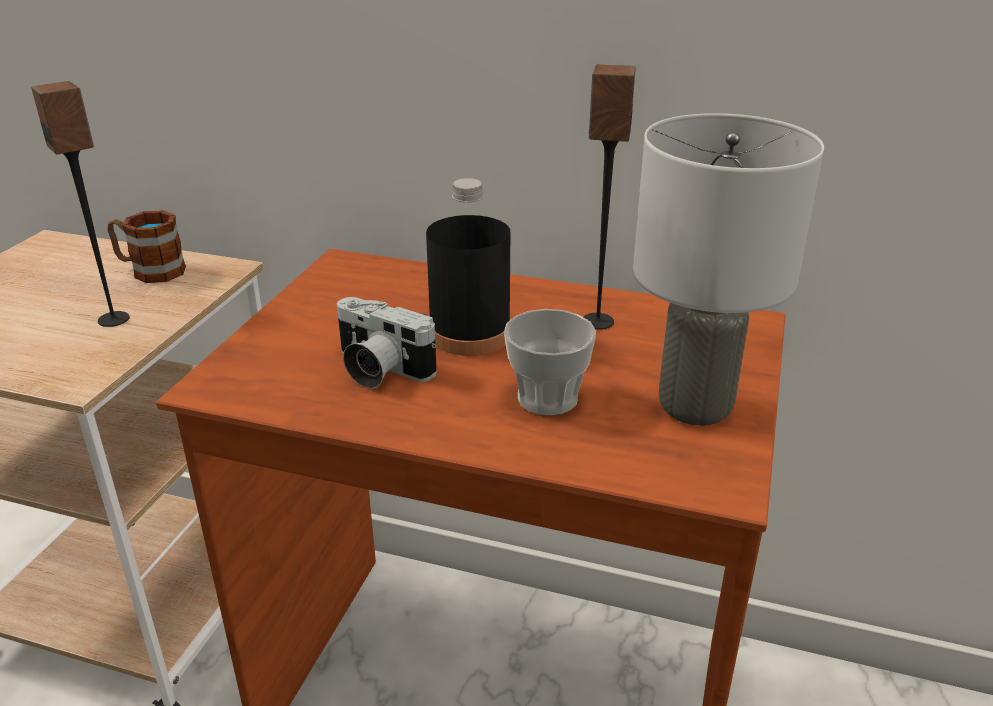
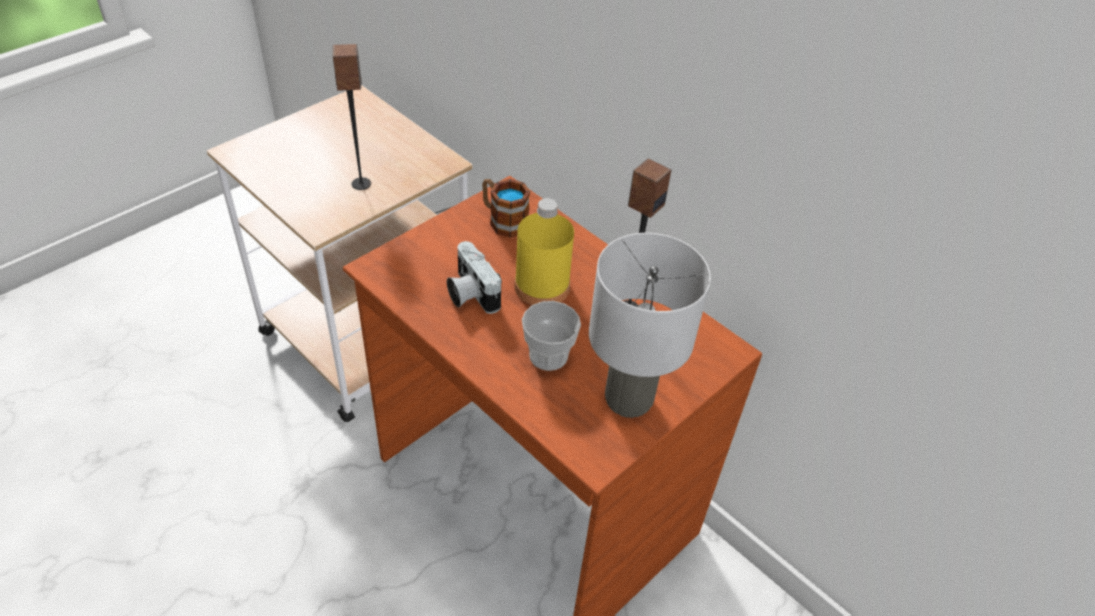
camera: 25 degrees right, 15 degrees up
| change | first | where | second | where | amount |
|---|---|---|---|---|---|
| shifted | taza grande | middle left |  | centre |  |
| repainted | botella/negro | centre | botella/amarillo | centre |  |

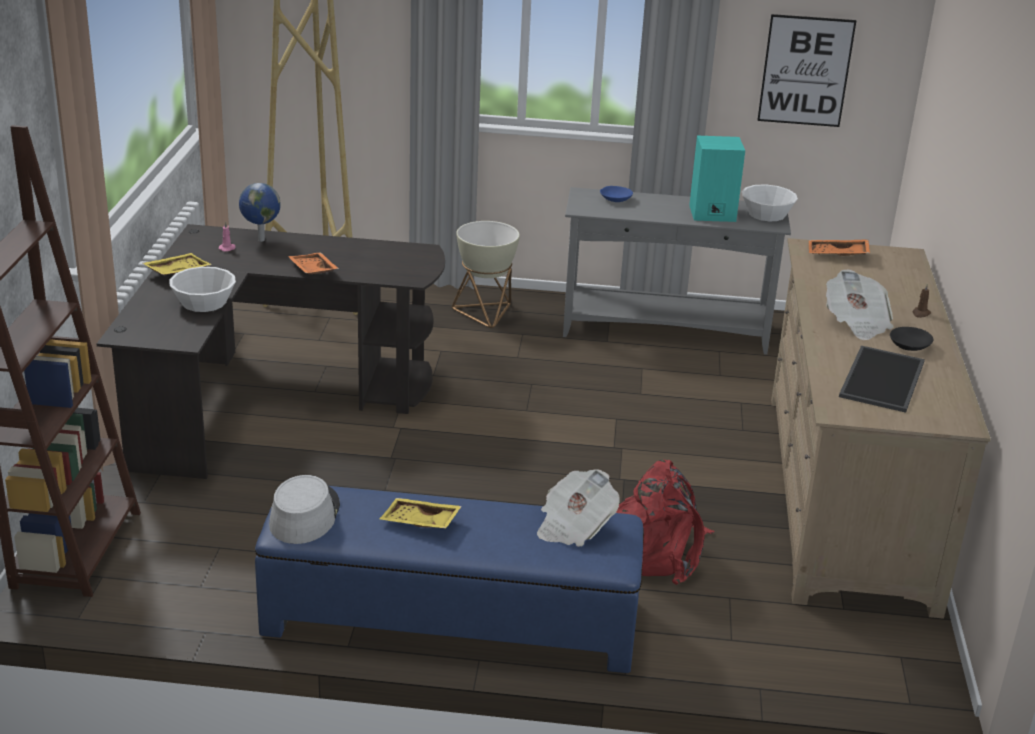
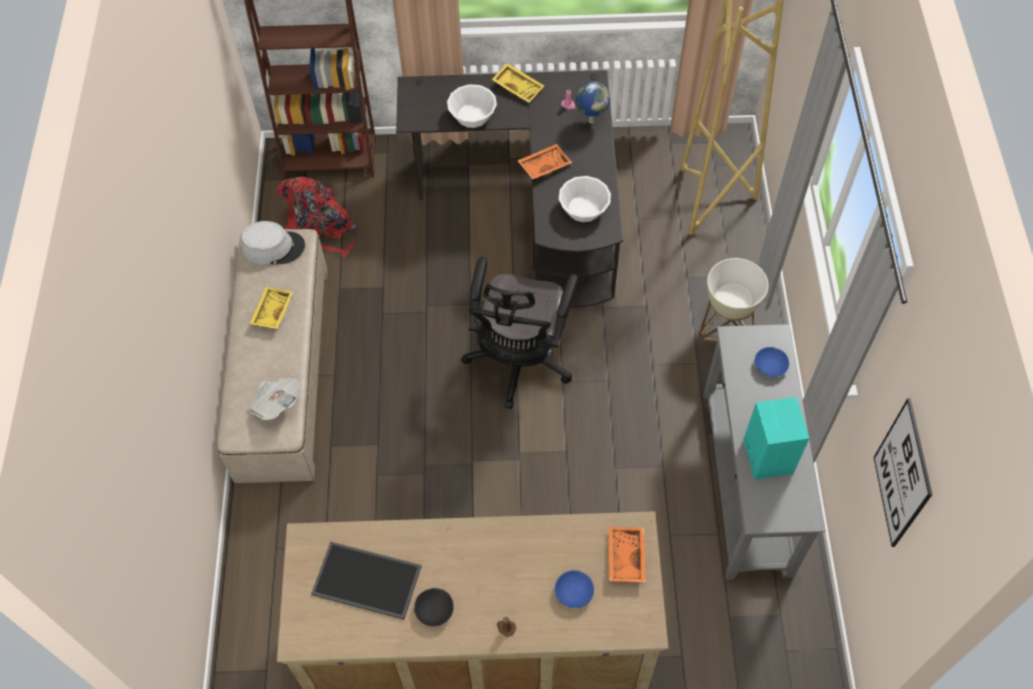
camera: 85 degrees right, 30 degrees up
| change | first | where | second | where | amount |
|---|---|---|---|---|---|
| repainted | banco/azul | bottom centre | banco/beis | middle left |  |
| shifted | mochila/rojo | bottom centre |  | top left |  |
| new |  |  | silla de oficina | centre |  |
| new |  |  | cuenco/azul (no. 1 from left) | bottom centre |  |
| shifted | cuenco/blanco (no. 2 from left) | top right |  | top centre |  |
| gone | periódico (no. 2 from left) | middle right |  |  |  |

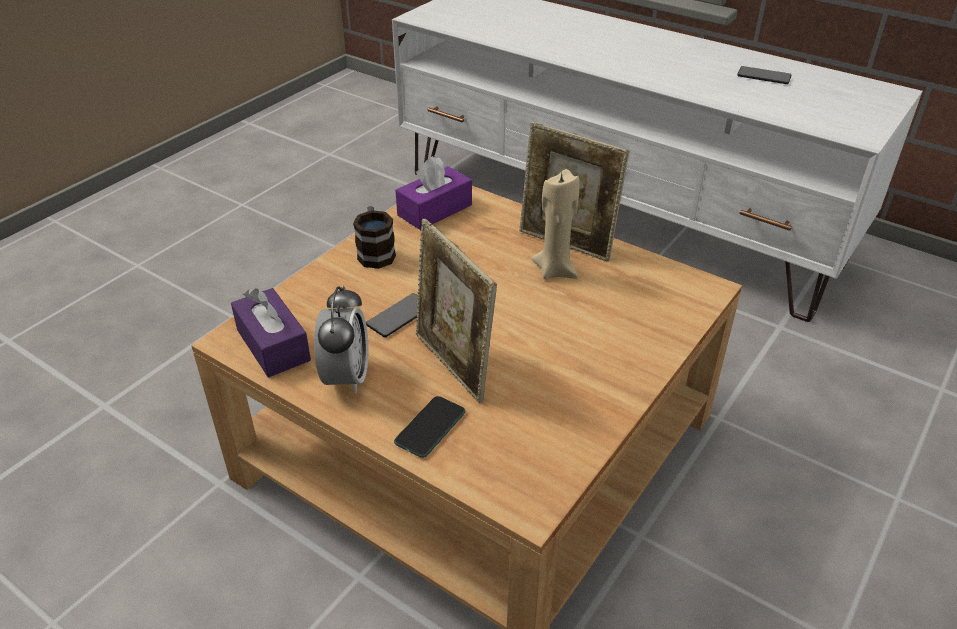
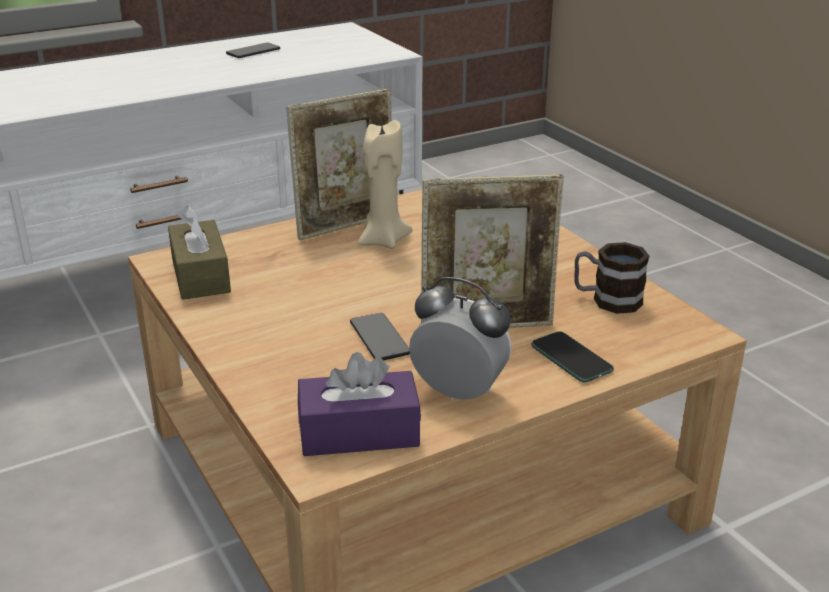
camera: 65 degrees left, 10 degrees down
| change | first | where | second | where | amount |
|---|---|---|---|---|---|
| repainted | caja de pañuelos/morado (no. 2 from left) | top centre | caja de pañuelos/marrón | middle left |  |
| shifted | taza grande | centre |  | middle right |  |

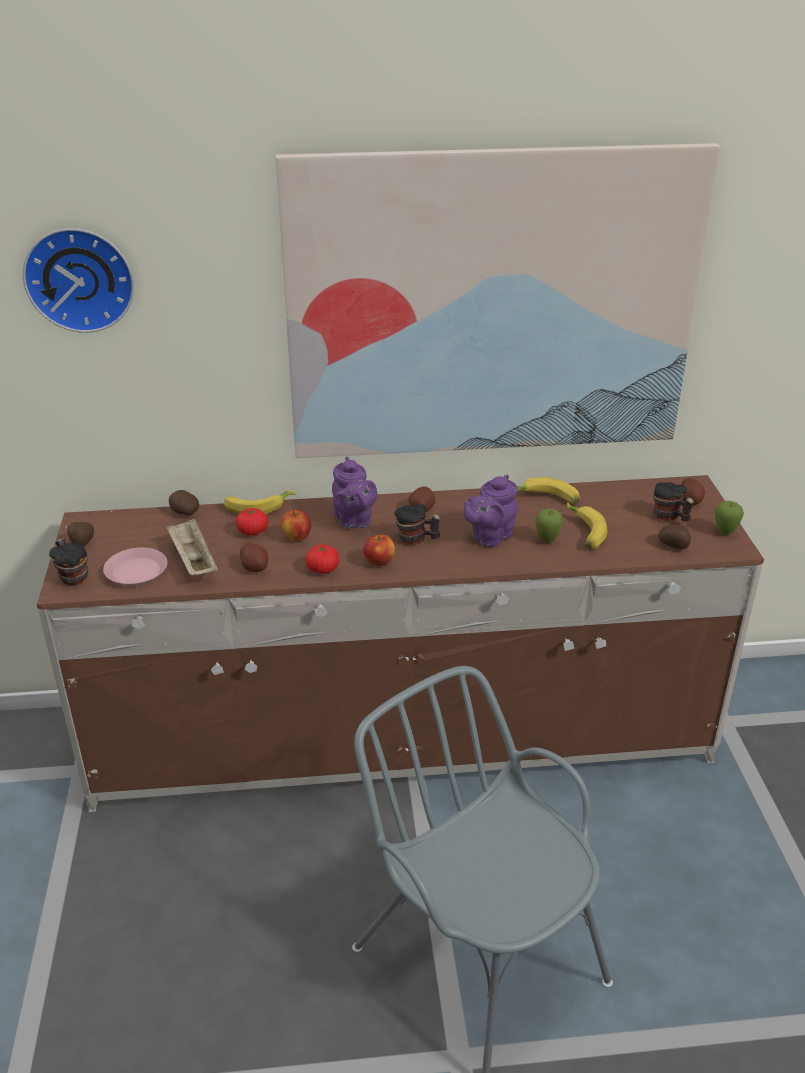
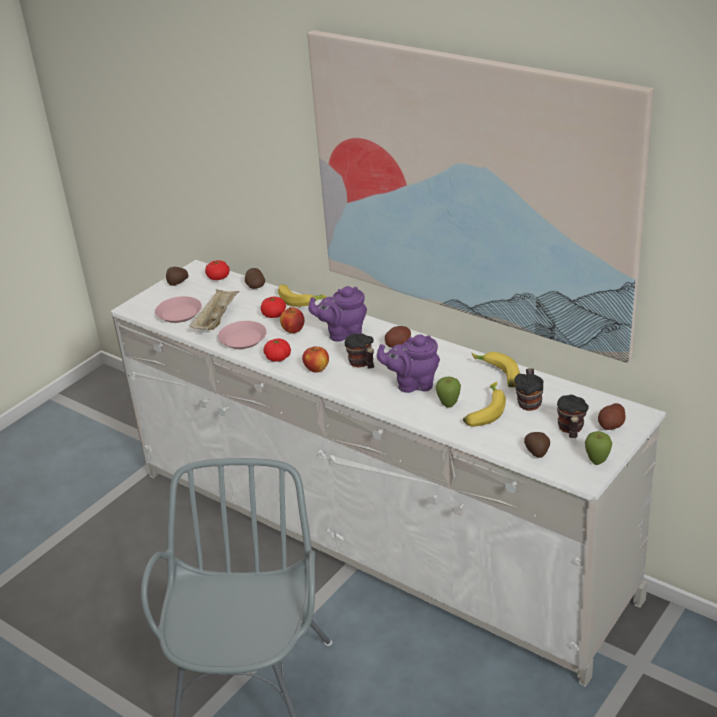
camera: 45 degrees right, 0 degrees up
| change | first | where | second | where | amount |
|---|---|---|---|---|---|
| repainted | armario/marrón | centre | armario/blanco | centre |  |
| new |  |  | tomate (no. 1 from left) | middle left |  |
| swapped | patata (no. 3 from left) | middle left | plato/rosa (no. 2 from left) | centre |  |
| rotated | tetera/morado (no. 1 from left) | centre |  | centre | 60 degrees clockwise |
| shifted | taza grande (no. 1 from left in the first image) | middle left | taza grande (no. 2 from left) | middle right |  |
| gone | reloj de pared | top left |  |  |  |

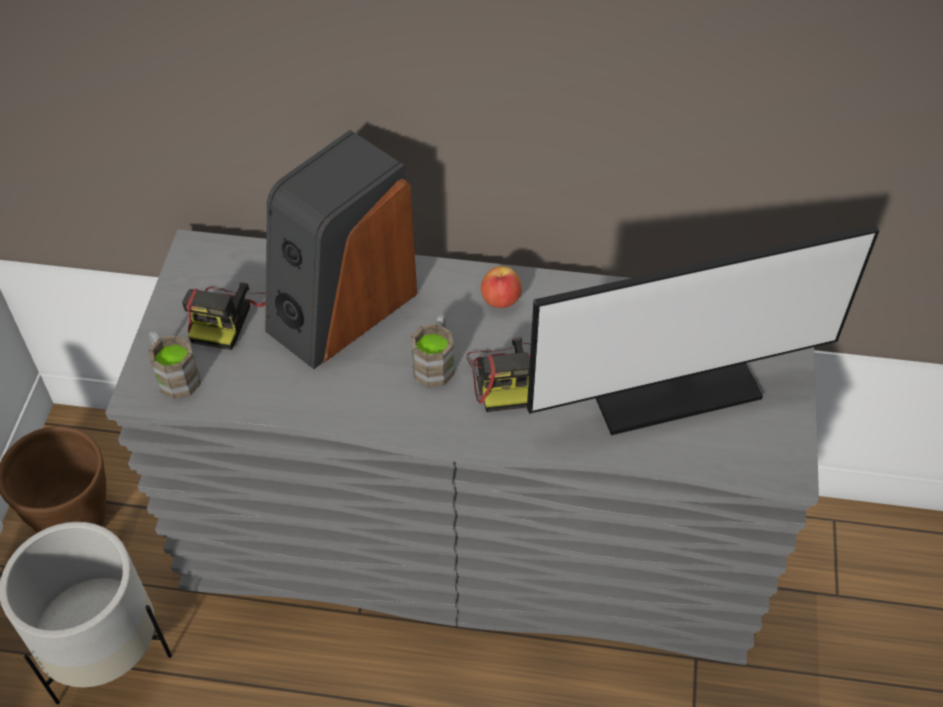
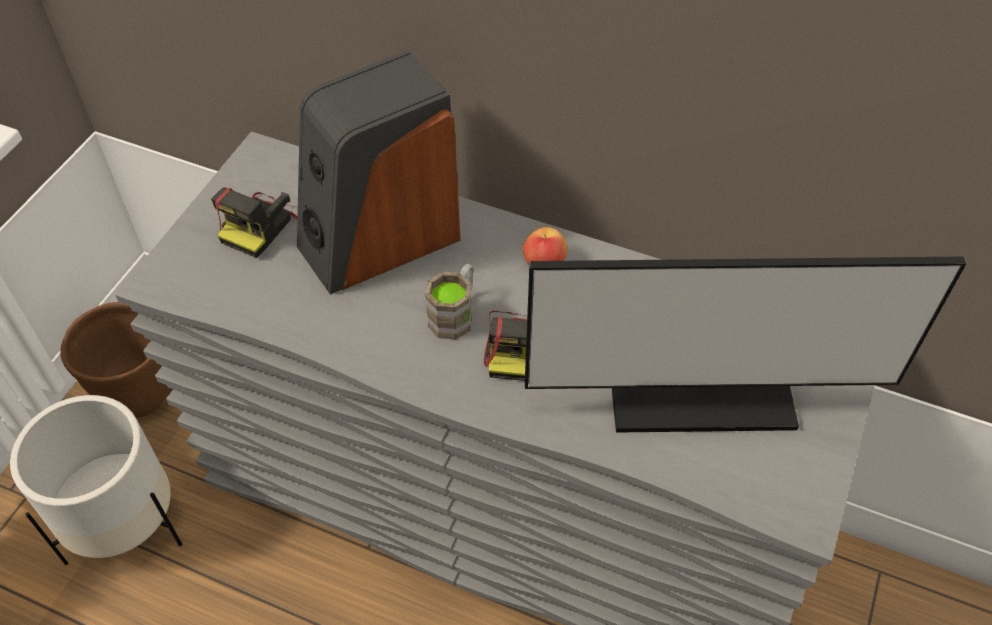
camera: 15 degrees right, 0 degrees up
| change | first | where | second | where | amount |
|---|---|---|---|---|---|
| gone | taza grande/marrón (no. 1 from left) | middle left |  |  |  |

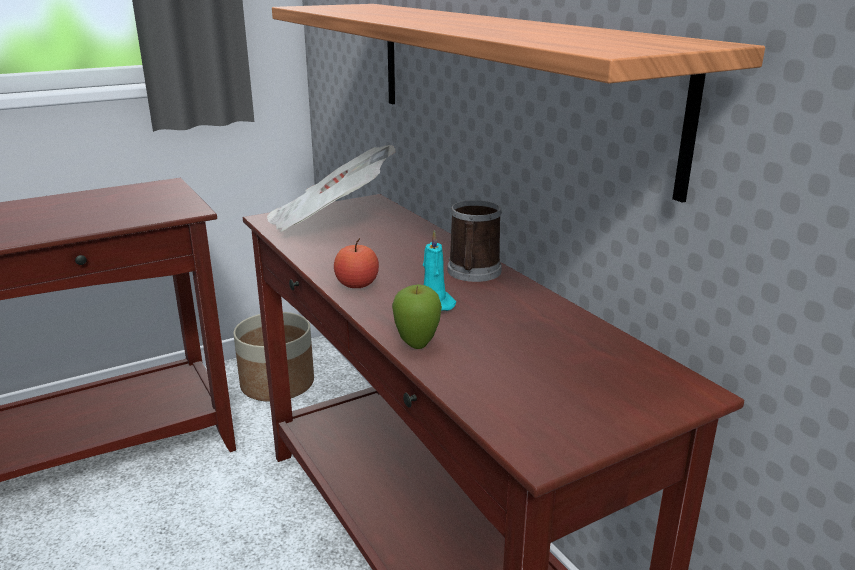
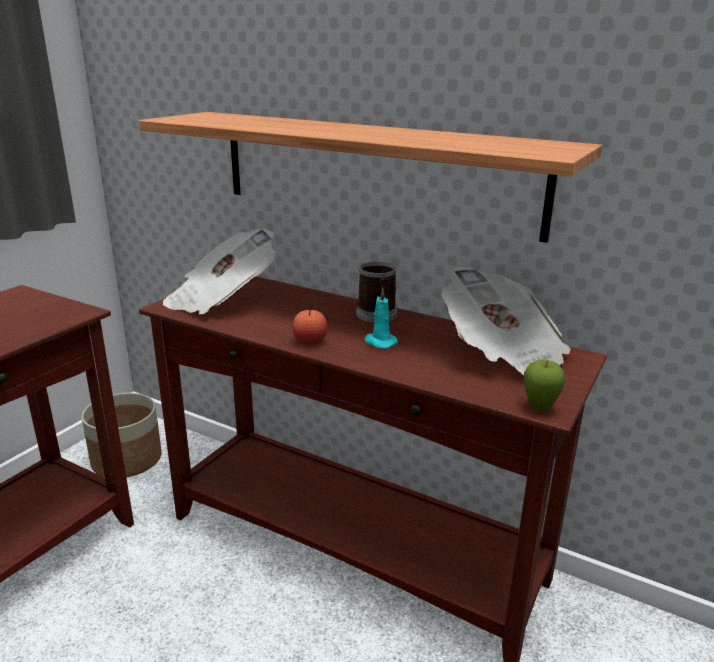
camera: 30 degrees left, 0 degrees up
| change | first | where | second | where | amount |
|---|---|---|---|---|---|
| new |  |  | periódico (no. 2 from left) | middle right |  |
| shifted | manzana (no. 2 from left) | centre |  | middle right |  |

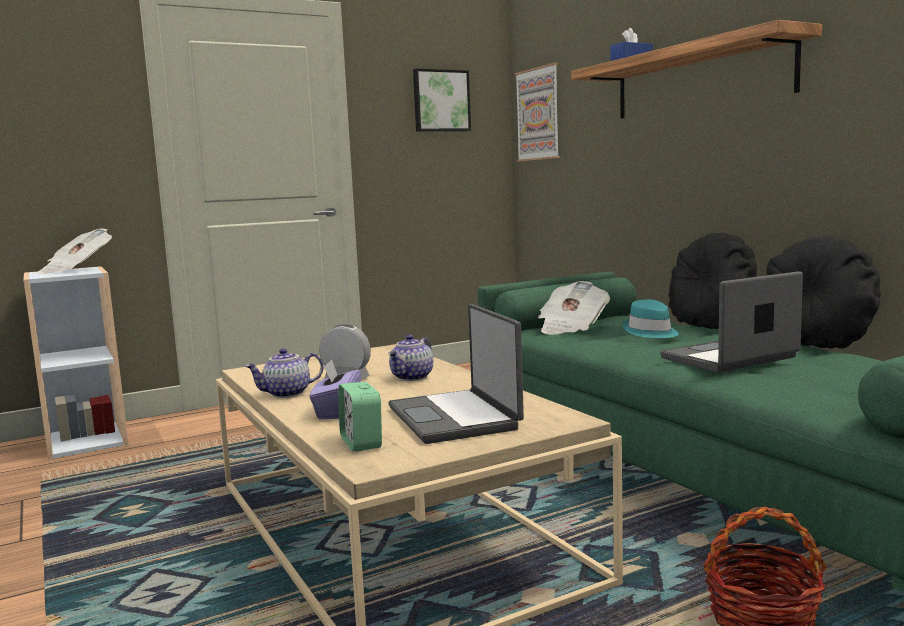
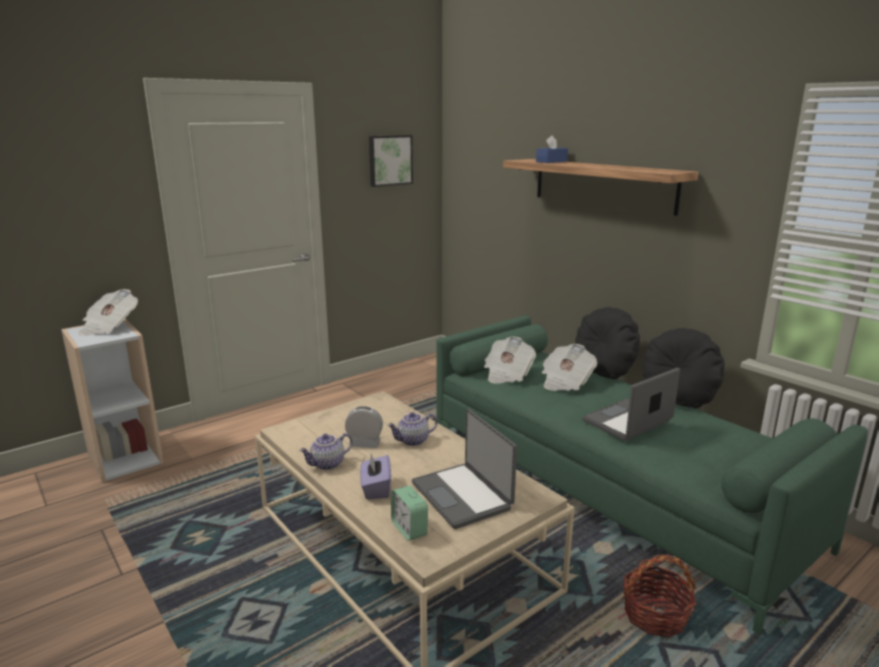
camera: 10 degrees left, 10 degrees up
| change | first | where | second | where | amount |
|---|---|---|---|---|---|
| rotated | tetera (no. 2 from left) | centre |  | centre | 45 degrees clockwise |
| swapped | sombrero/turquesa | middle right | periódico (no. 3 from left) | centre |  |
| gone | cuadro (no. 2 from left) | top centre |  |  |  |

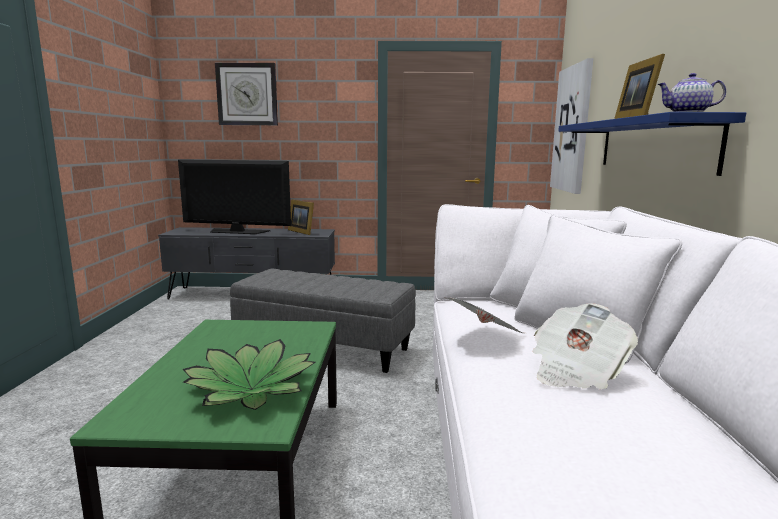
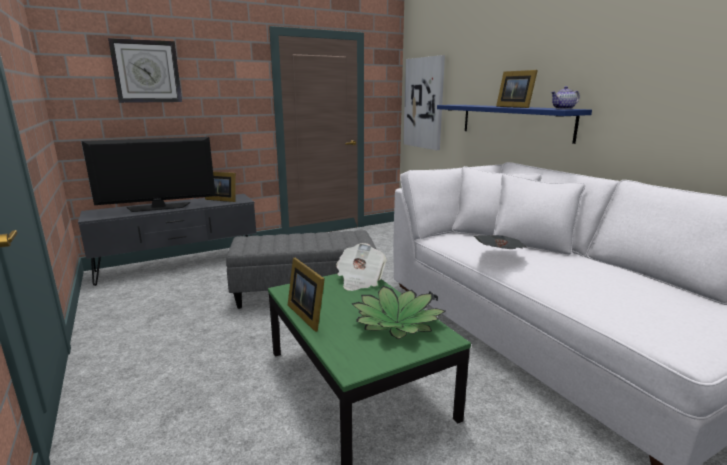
camera: 30 degrees left, 5 degrees up
| change | first | where | second | where | amount |
|---|---|---|---|---|---|
| new |  |  | portarretratos (no. 2 from left) | centre |  |
| shifted | periódico (no. 2 from left in the first image) | bottom right | periódico (no. 1 from left) | centre |  |

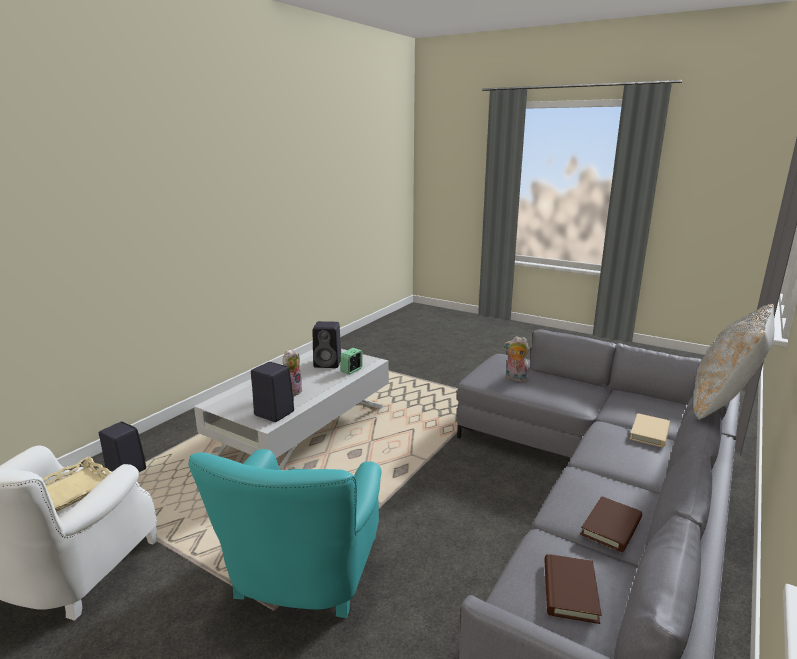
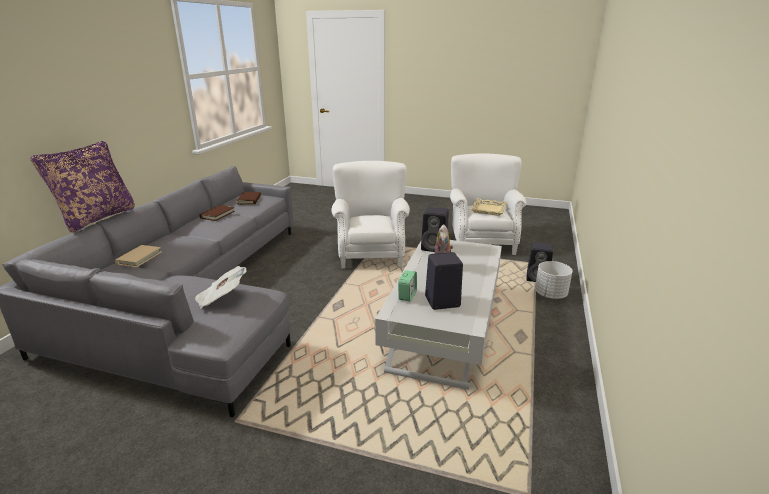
camera: 165 degrees right, 5 degrees up
| change | first | where | second | where | amount |
|---|---|---|---|---|---|
| repainted | cojín/blanco | middle right | cojín/morado | middle left |  |
| swapped | peluche (no. 2 from left) | centre | periódico | middle left |  |
| repainted | sillón/turquesa | bottom centre | sillón/blanco (no. 1 from left) | centre |  |
| new |  |  | maceta/blanco | middle right |  |

